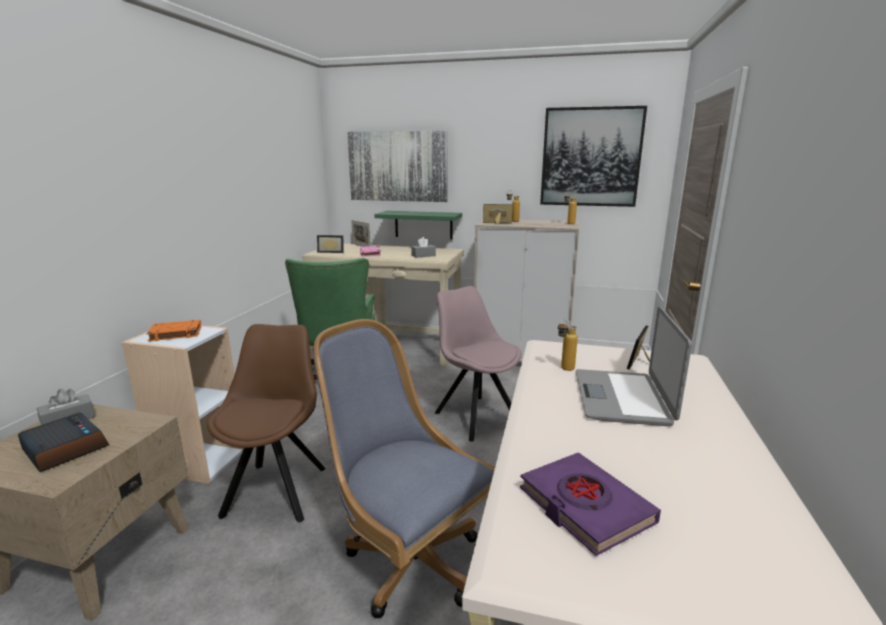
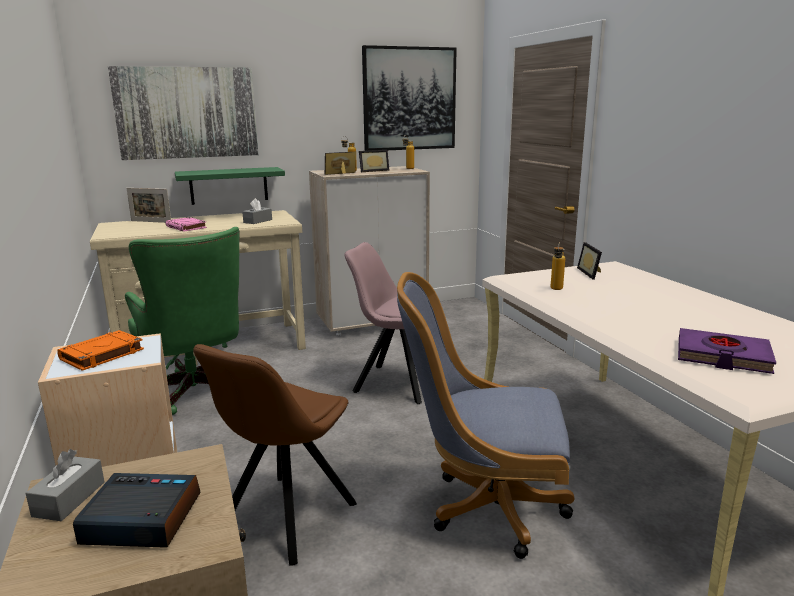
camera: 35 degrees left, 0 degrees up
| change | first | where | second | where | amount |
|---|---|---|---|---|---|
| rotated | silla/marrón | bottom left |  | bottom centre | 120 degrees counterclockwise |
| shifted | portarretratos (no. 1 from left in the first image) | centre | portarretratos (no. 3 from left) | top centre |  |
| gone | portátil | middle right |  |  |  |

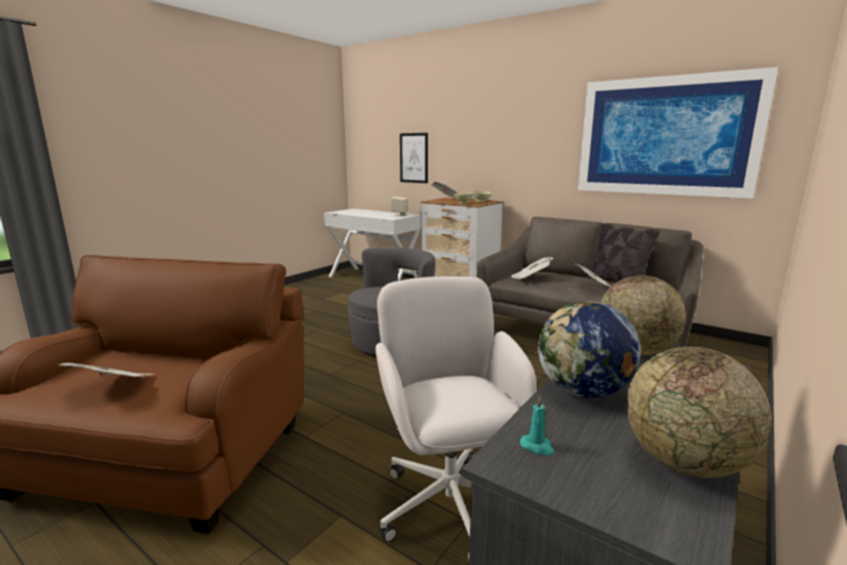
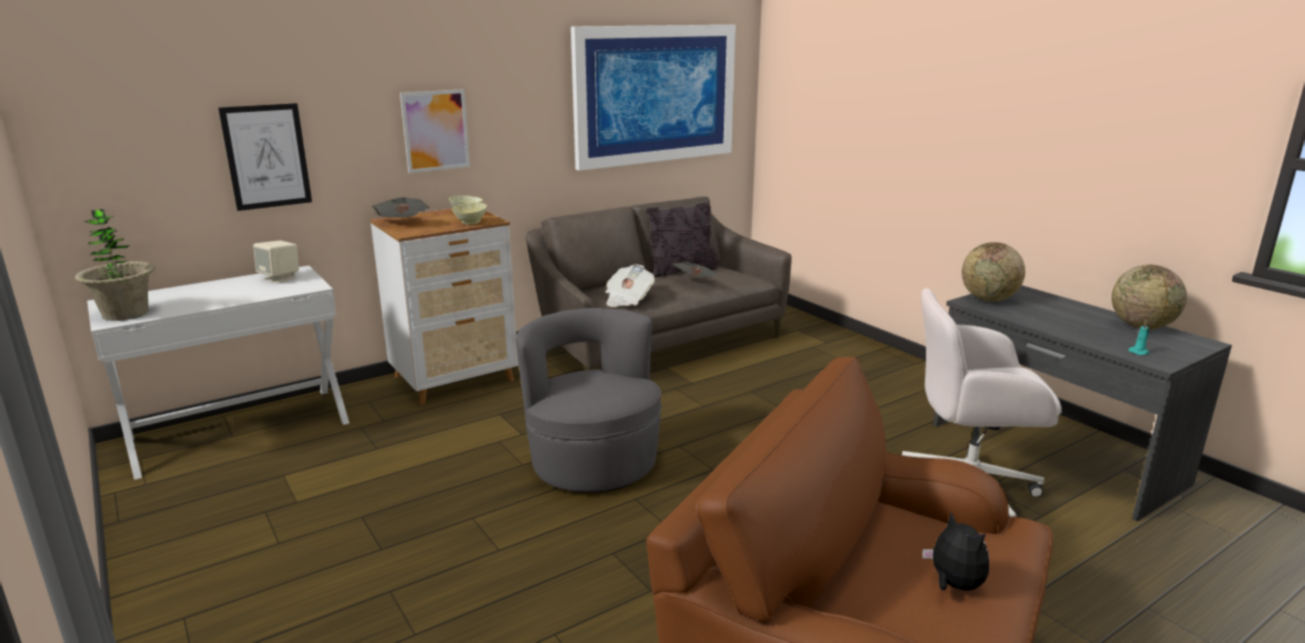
camera: 70 degrees left, 5 degrees up
| change | first | where | second | where | amount |
|---|---|---|---|---|---|
| new |  |  | planta en maceta | middle left |  |
| new |  |  | cuadro (no. 2 from left) | top centre |  |
| swapped | periódico (no. 1 from left) | middle left | peluche | bottom right |  |
| gone | globo terráqueo (no. 1 from left) | middle right |  |  |  |

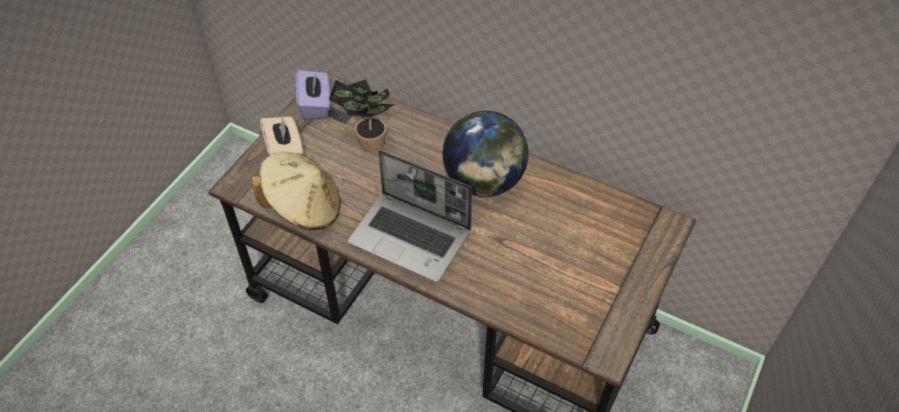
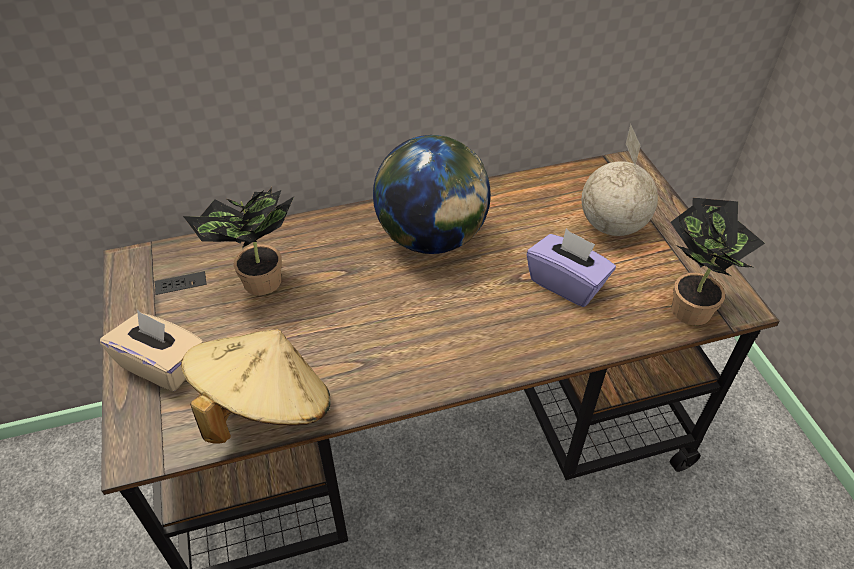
camera: 45 degrees left, 5 degrees down
| change | first | where | second | where | amount |
|---|---|---|---|---|---|
| shifted | caja de pañuelos/morado | top centre |  | middle right |  |
| new |  |  | globo terráqueo (no. 2 from left) | top right |  |
| new |  |  | planta en maceta (no. 2 from left) | middle right |  |
| gone | portátil | centre |  |  |  |

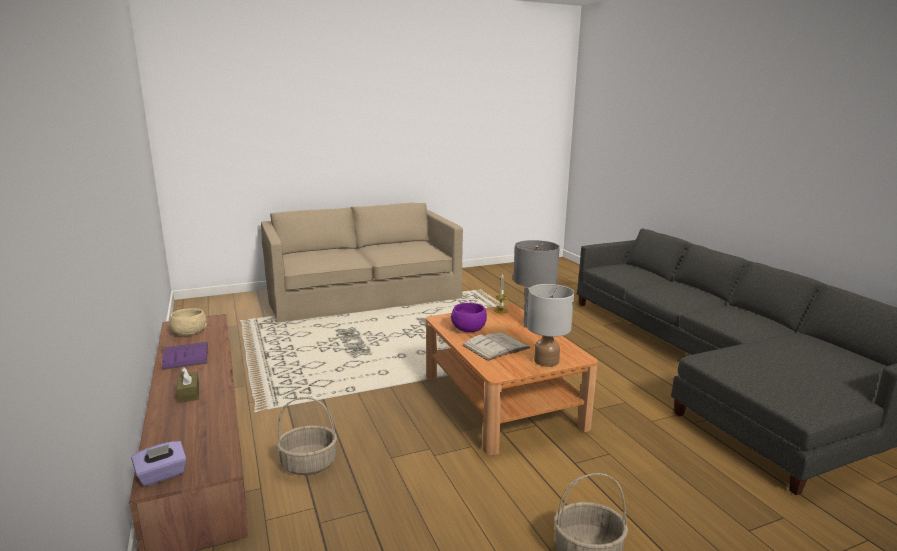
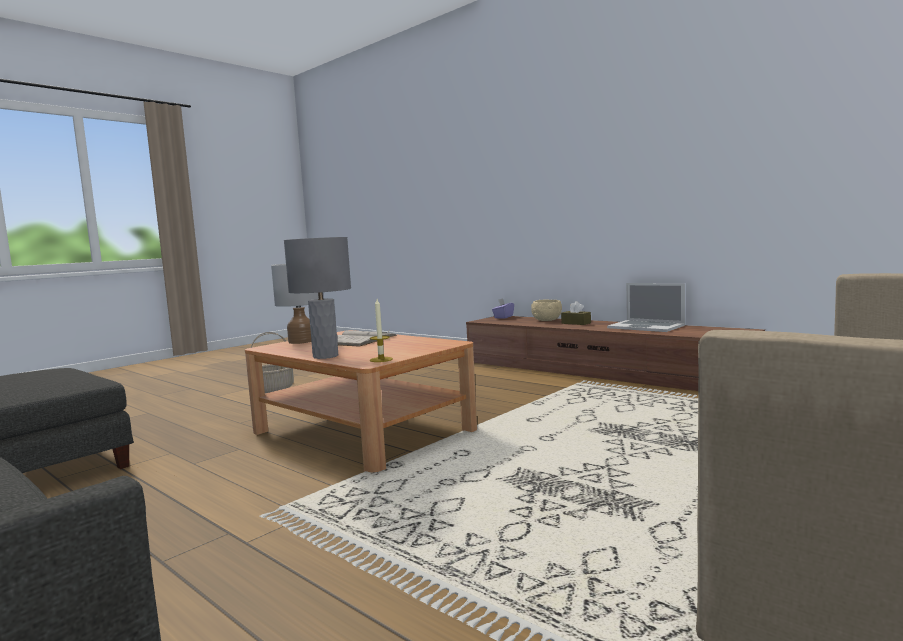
camera: 155 degrees right, 10 degrees down
| change | first | where | second | where | amount |
|---|---|---|---|---|---|
| shifted | cuenco/beis | middle left |  | centre |  |
| swapped | libro/morado | middle left | portátil | middle right |  |
| gone | cesta (no. 1 from left) | bottom centre |  |  |  |
| gone | cuenco/morado | centre |  |  |  |

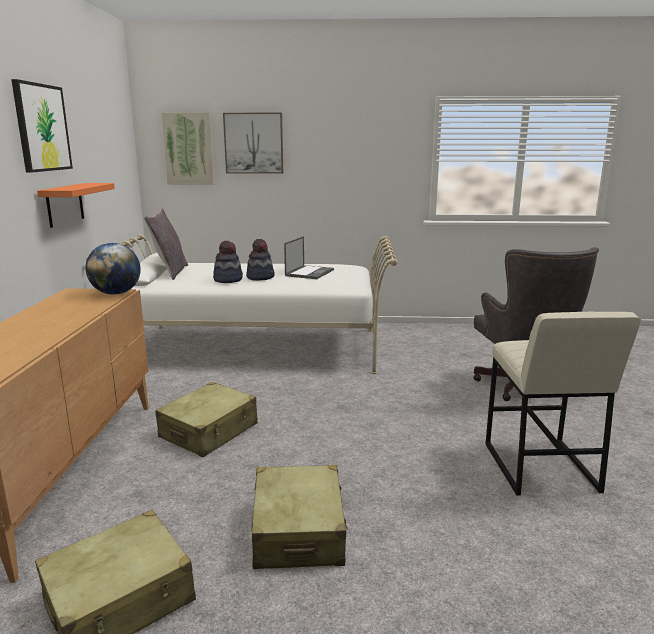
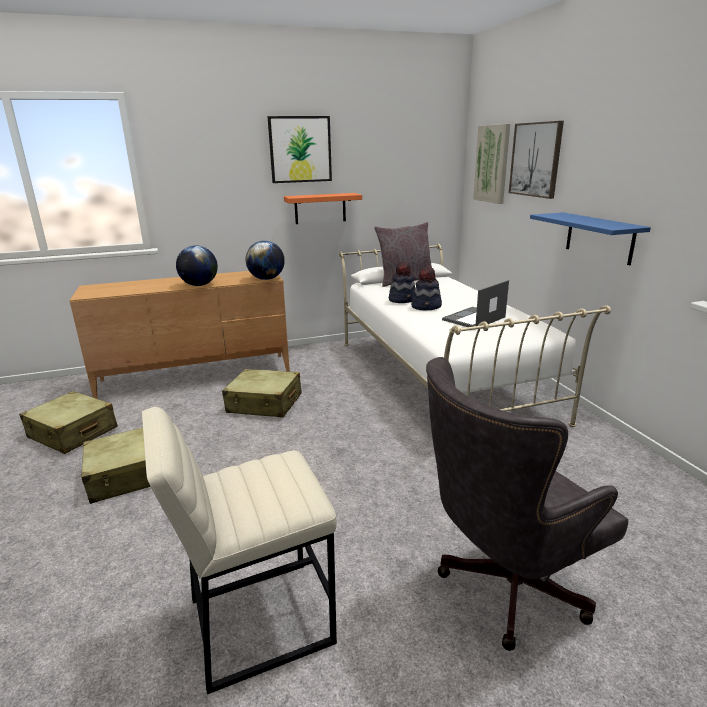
camera: 70 degrees right, 5 degrees up
| change | first | where | second | where | amount |
|---|---|---|---|---|---|
| new |  |  | globo terráqueo (no. 1 from left) | middle left |  |
| rotated | portátil | centre |  | middle right | 135 degrees clockwise |
| new |  |  | estante/azul | middle right |  |

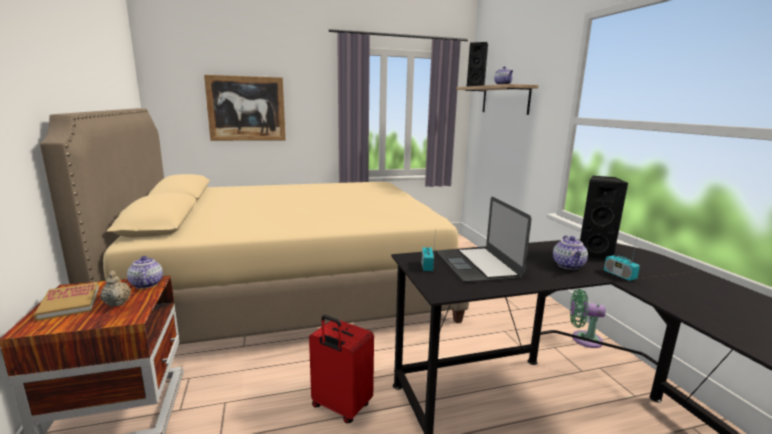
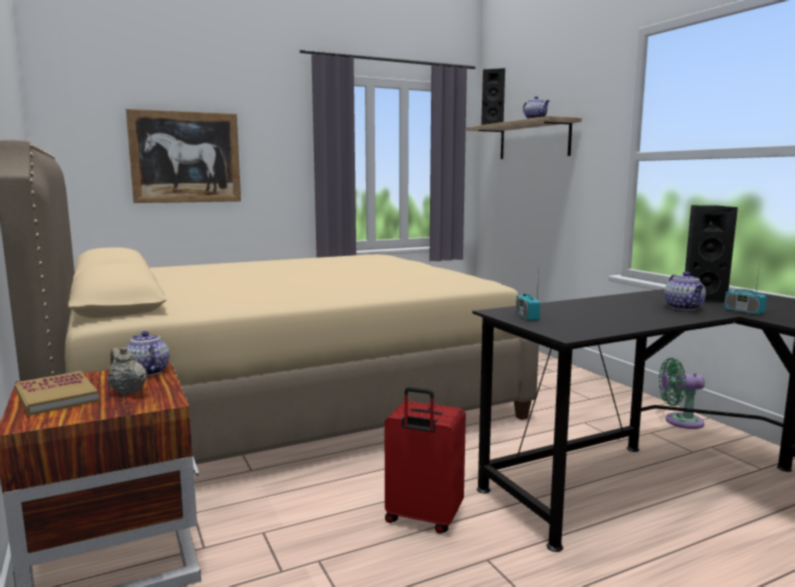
camera: 10 degrees left, 5 degrees down
| change | first | where | second | where | amount |
|---|---|---|---|---|---|
| gone | portátil | centre |  |  |  |

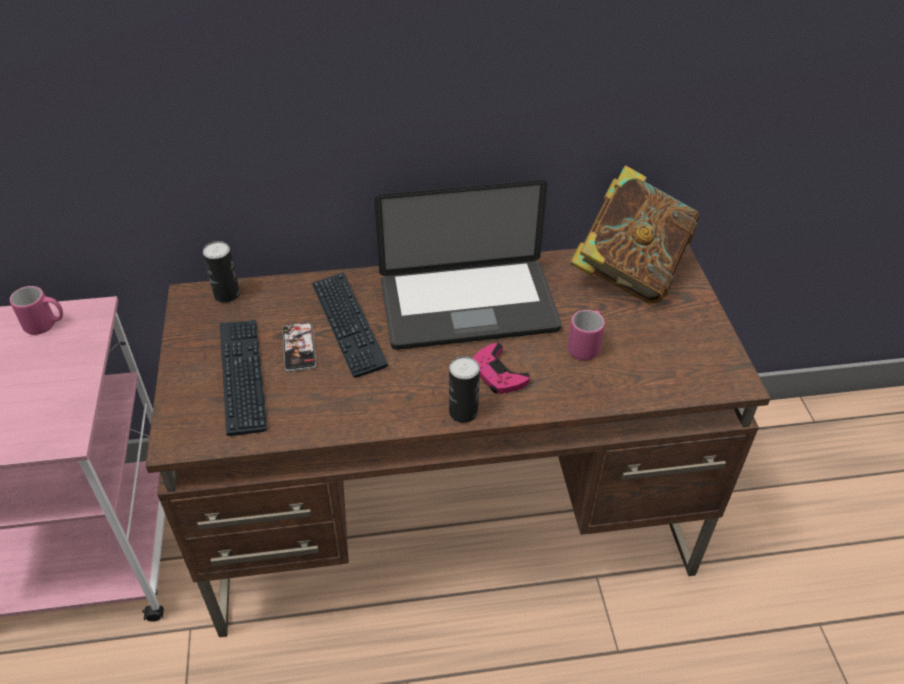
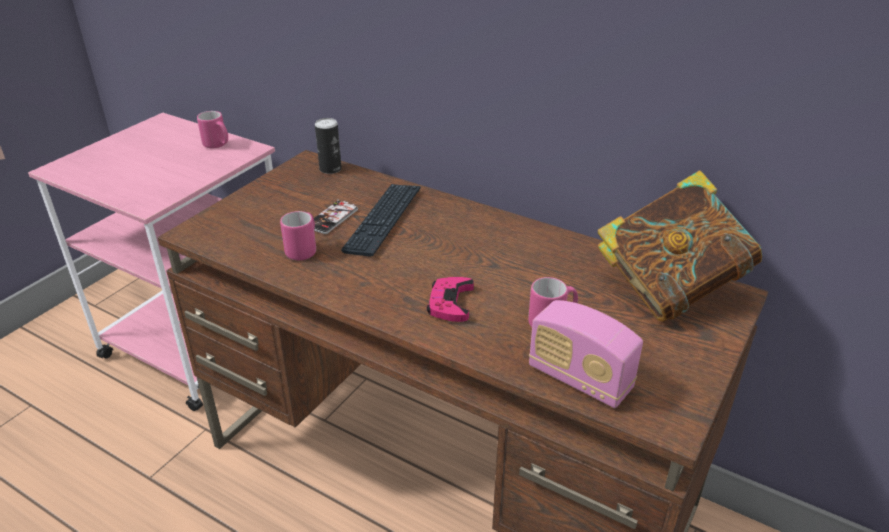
camera: 40 degrees right, 10 degrees down
| change | first | where | second | where | amount |
|---|---|---|---|---|---|
| new |  |  | taza grande/rosa (no. 2 from left) | centre |  |
| new |  |  | radio | centre |  |
| gone | teclado (no. 1 from left) | middle left |  |  |  |
| gone | portátil | centre |  |  |  |
| gone | lata (no. 2 from left) | centre |  |  |  |

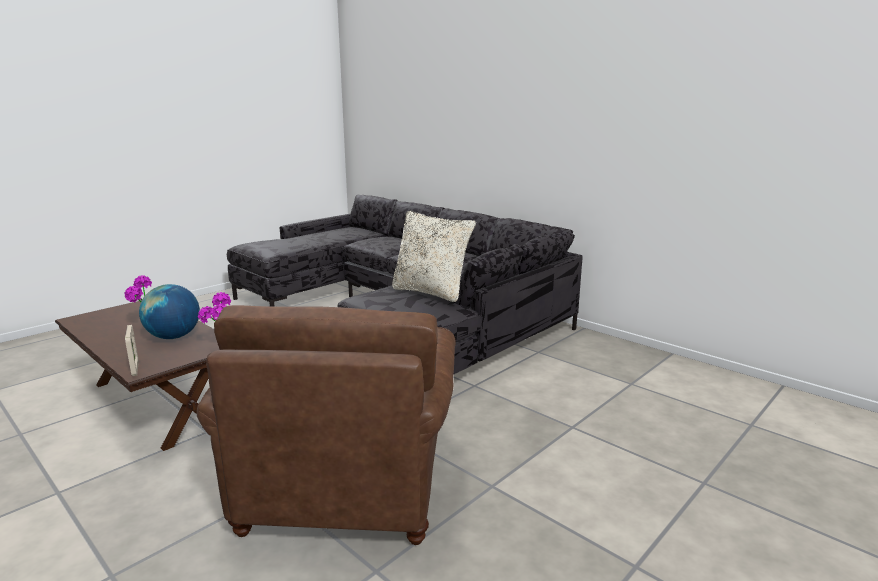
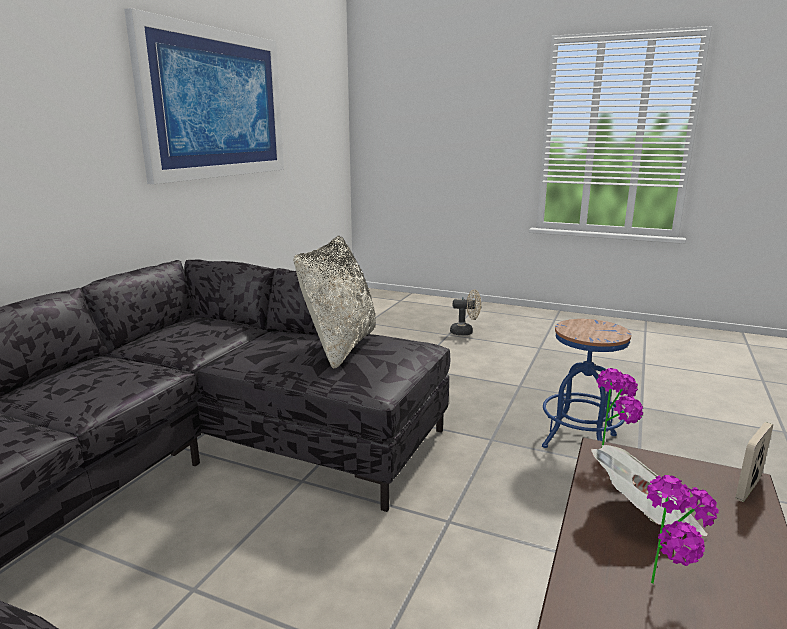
camera: 110 degrees left, 0 degrees up
| change | first | where | second | where | amount |
|---|---|---|---|---|---|
| new |  |  | cuadro | top left |  |
| new |  |  | ventilador/beis | centre |  |
| swapped | sillón/marrón | bottom centre | taburete/azul | middle right |  |
| swapped | globo terráqueo | middle left | periódico | bottom right |  |

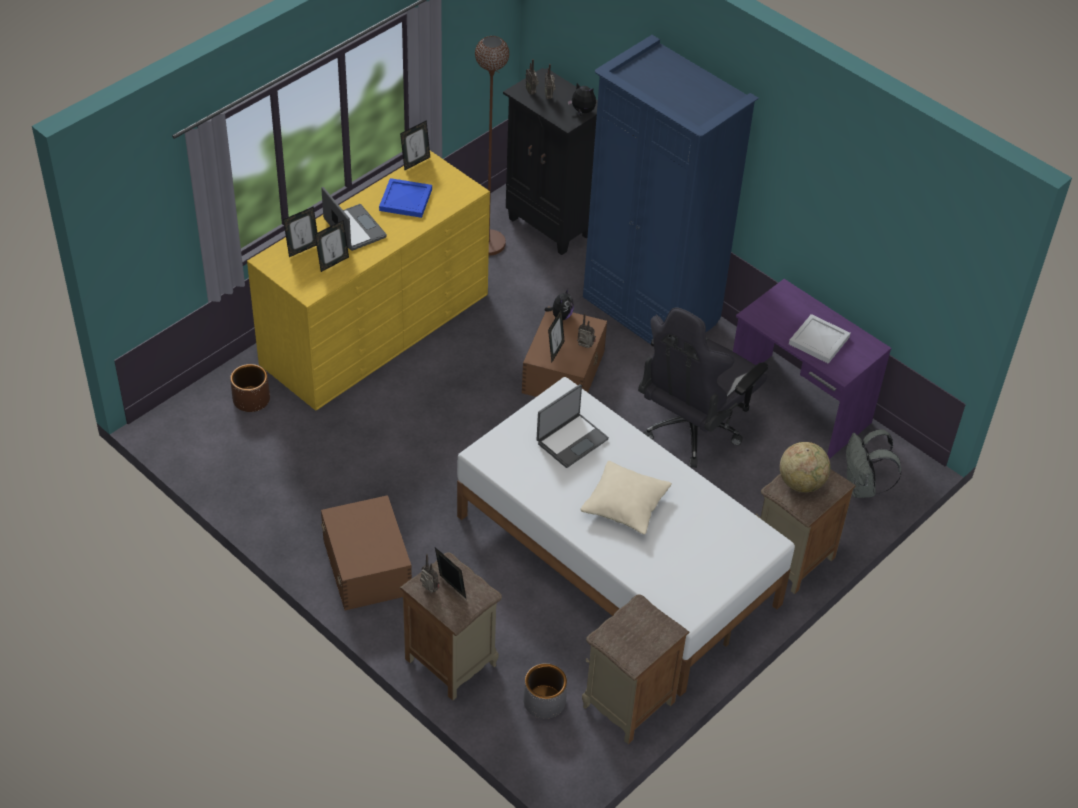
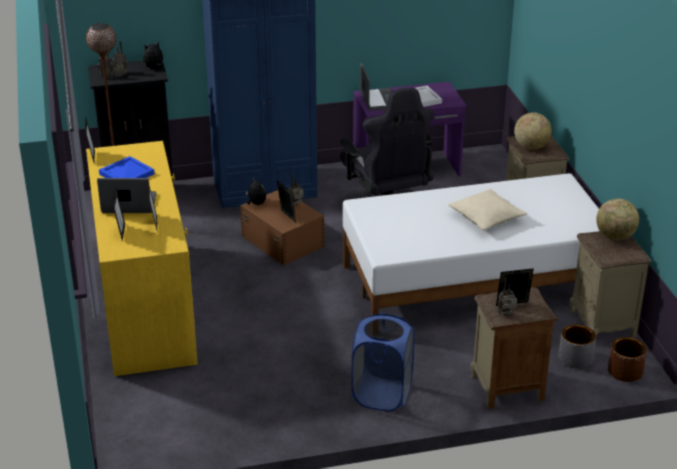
camera: 55 degrees left, 15 degrees down
| change | first | where | second | where | amount |
|---|---|---|---|---|---|
| swapped | caja de almacenaje/marrón (no. 1 from left) | bottom centre | cesto de la ropa/azul | bottom centre |  |
| shifted | portátil (no. 2 from left) | centre |  | top centre |  |
| new |  |  | globo terráqueo (no. 2 from left) | middle right |  |
| shifted | maceta/marrón | middle left |  | bottom right |  |
| gone | mochila/gris | middle right |  |  |  |

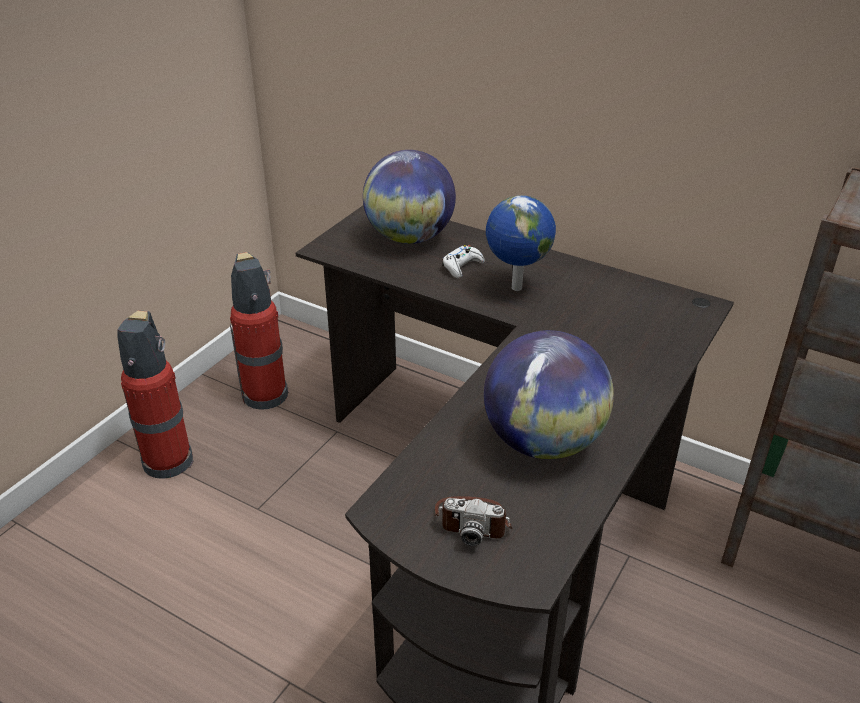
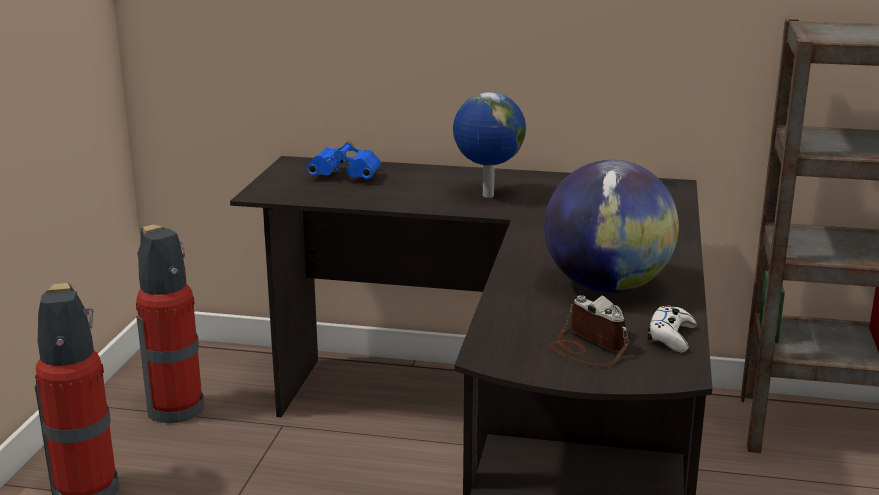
camera: 20 degrees left, 15 degrees down
| change | first | where | second | where | amount |
|---|---|---|---|---|---|
| swapped | globo terráqueo (no. 1 from left) | top centre | prismáticos/azul | top centre |  |
| rotated | cámara | bottom centre |  | bottom right | 120 degrees counterclockwise |
| shifted | mando de consola/blanco | centre |  | middle right |  |

